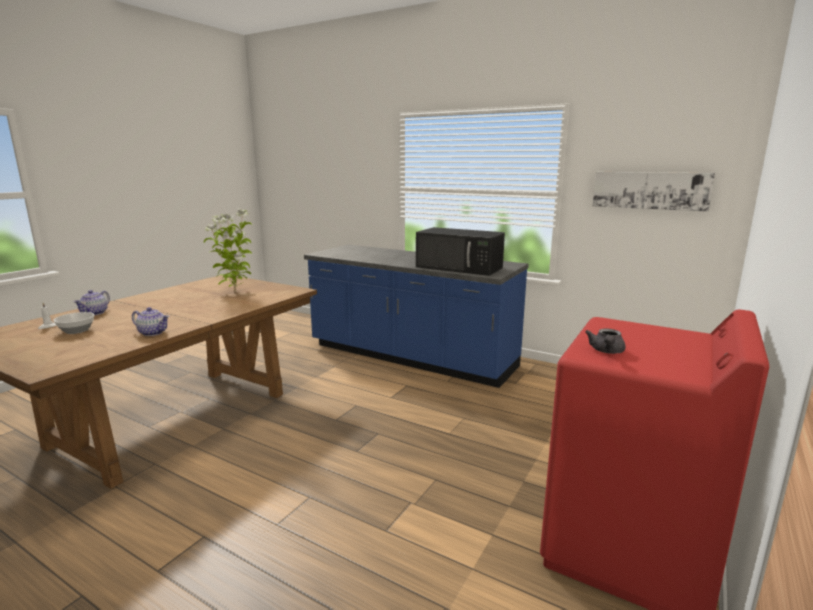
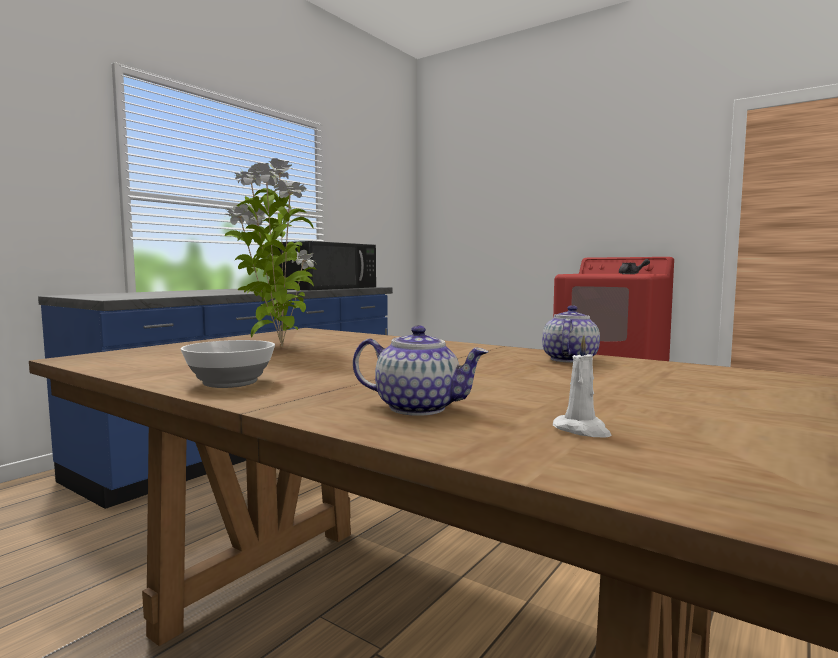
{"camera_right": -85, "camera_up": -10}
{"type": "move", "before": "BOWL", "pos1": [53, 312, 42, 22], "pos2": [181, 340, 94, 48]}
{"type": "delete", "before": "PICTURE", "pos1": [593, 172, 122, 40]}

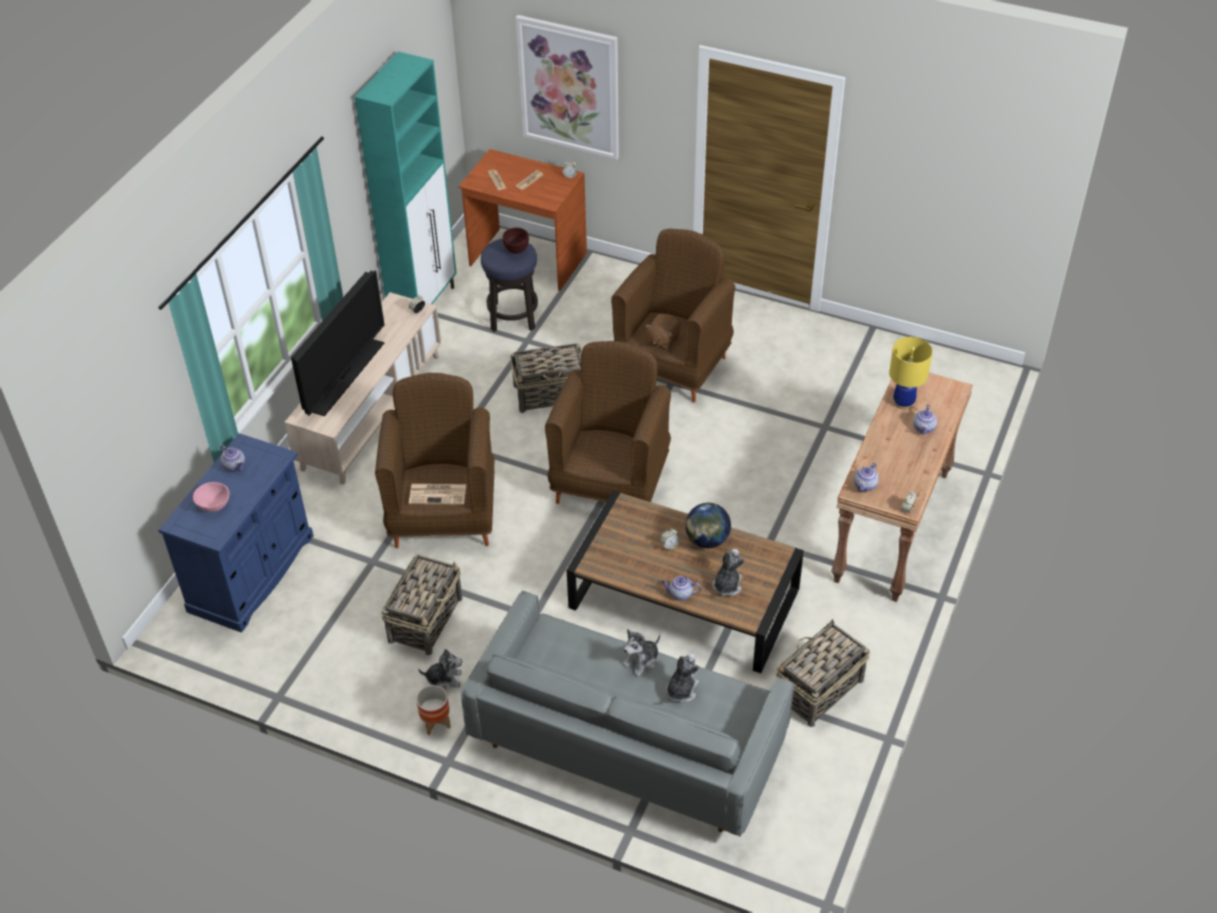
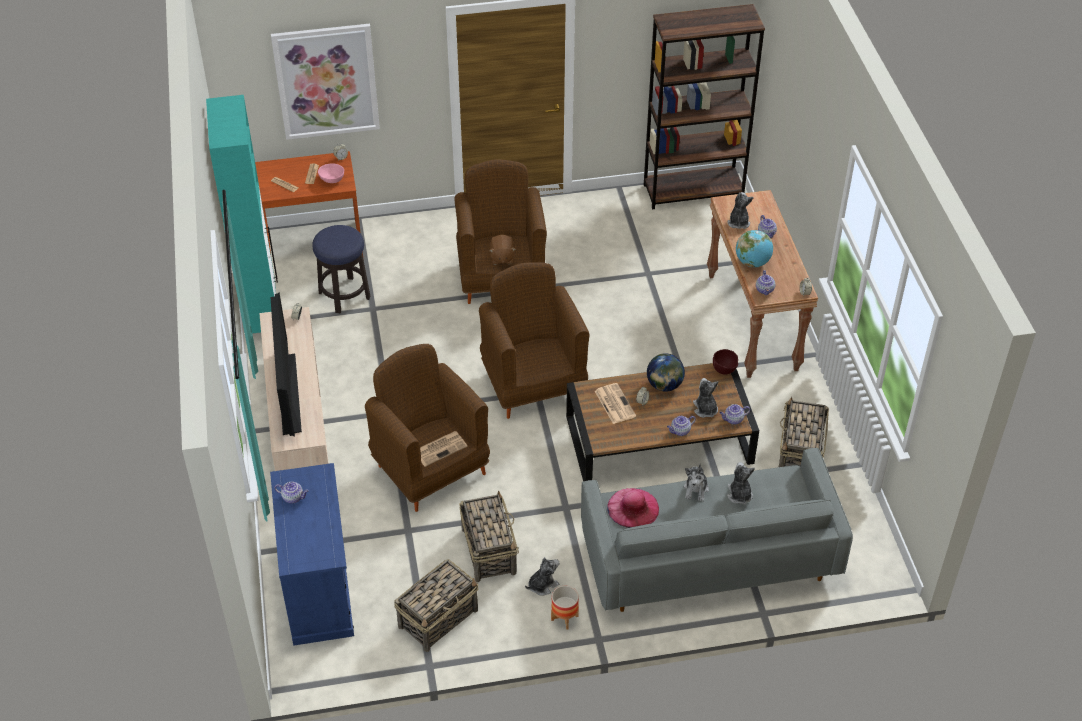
{"camera_right": -35, "camera_up": 0}
{"type": "move", "before": "PINK BOWL", "pos1": [193, 482, 36, 30], "pos2": [318, 163, 26, 20]}
{"type": "move", "before": "BROWN BOWL", "pos1": [503, 228, 26, 26], "pos2": [713, 349, 25, 26]}
{"type": "move", "before": "BASKET", "pos1": [510, 343, 72, 70], "pos2": [394, 559, 85, 93]}
{"type": "replace", "before": "YELLOW TABLE LAMP", "after": "PLUSH TOY", "pos1": [889, 337, 44, 73], "pos2": [727, 192, 27, 37]}
{"type": "insert", "after": "NEWSPAPER", "pos2": [595, 383, 41, 41]}
{"type": "insert", "after": "PINK HAT", "pos2": [607, 488, 52, 40]}
{"type": "insert", "after": "BROWN BOOKCASE", "pos2": [644, 4, 121, 205]}
{"type": "insert", "after": "TEAPOT", "pos2": [720, 404, 30, 21]}
{"type": "insert", "after": "GLOBE", "pos2": [736, 230, 37, 37]}

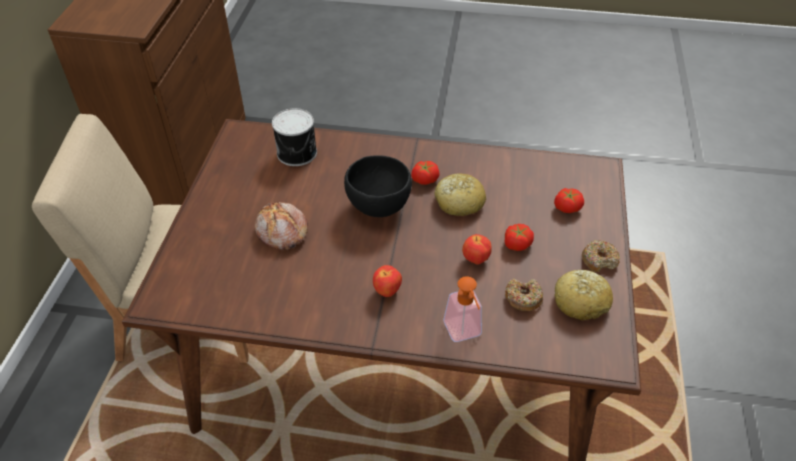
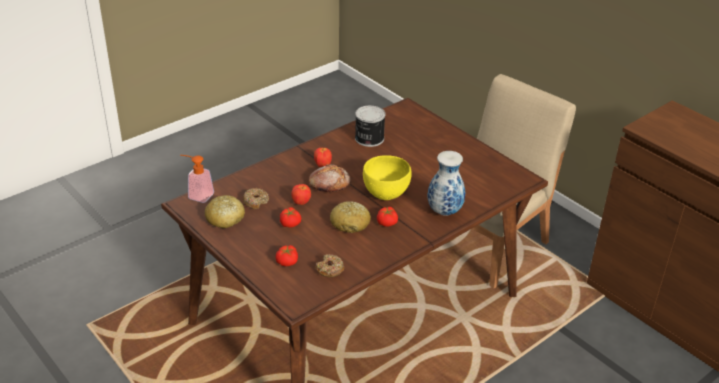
{"camera_right": 130, "camera_up": -10}
{"type": "move", "before": "BREAD", "pos1": [255, 202, 53, 48], "pos2": [309, 165, 42, 27]}
{"type": "move", "before": "CAN", "pos1": [272, 108, 45, 58], "pos2": [355, 106, 30, 41]}
{"type": "recolor", "before": "BLACK BOWL", "after": "YELLOW BOWL", "pos1": [344, 155, 68, 62], "pos2": [363, 155, 49, 45]}
{"type": "move", "before": "SOAP DISPENSER", "pos1": [444, 276, 38, 66], "pos2": [180, 155, 34, 48]}
{"type": "move", "before": "DONUT", "pos1": [581, 240, 39, 32], "pos2": [315, 254, 29, 23]}
{"type": "insert", "after": "VASE", "pos2": [427, 151, 38, 65]}

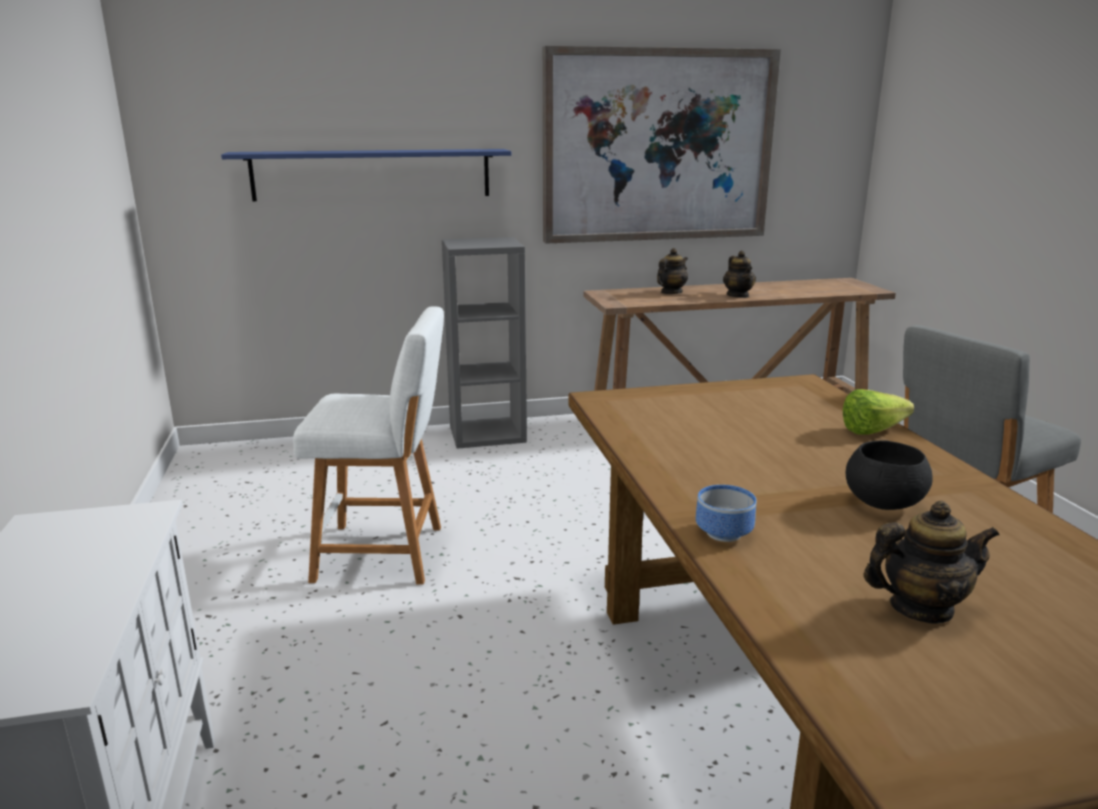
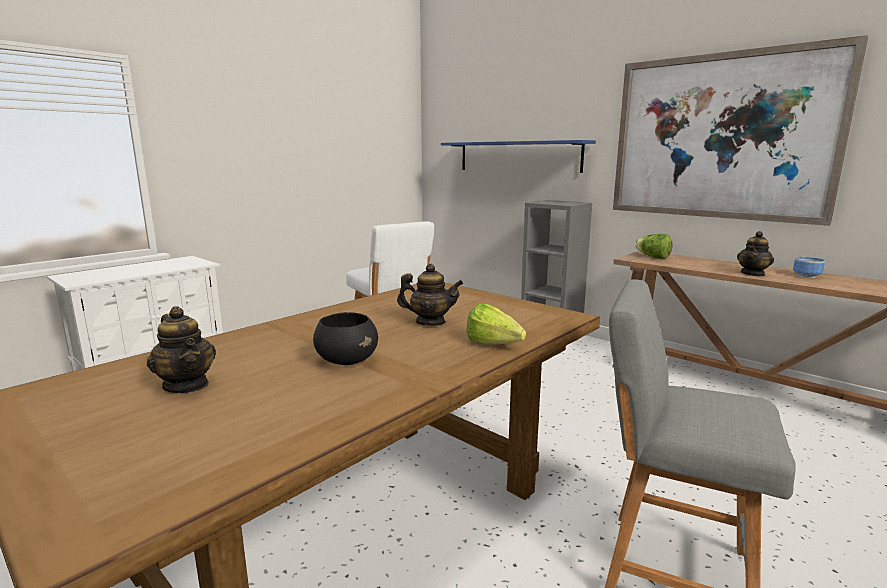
{"camera_right": 55, "camera_up": -5}
{"type": "move", "before": "TEAPOT", "pos1": [657, 248, 31, 46], "pos2": [397, 264, 66, 62]}
{"type": "move", "before": "BOWL", "pos1": [696, 485, 60, 57], "pos2": [793, 257, 32, 21]}
{"type": "insert", "after": "LETTUCE", "pos2": [635, 234, 38, 25]}

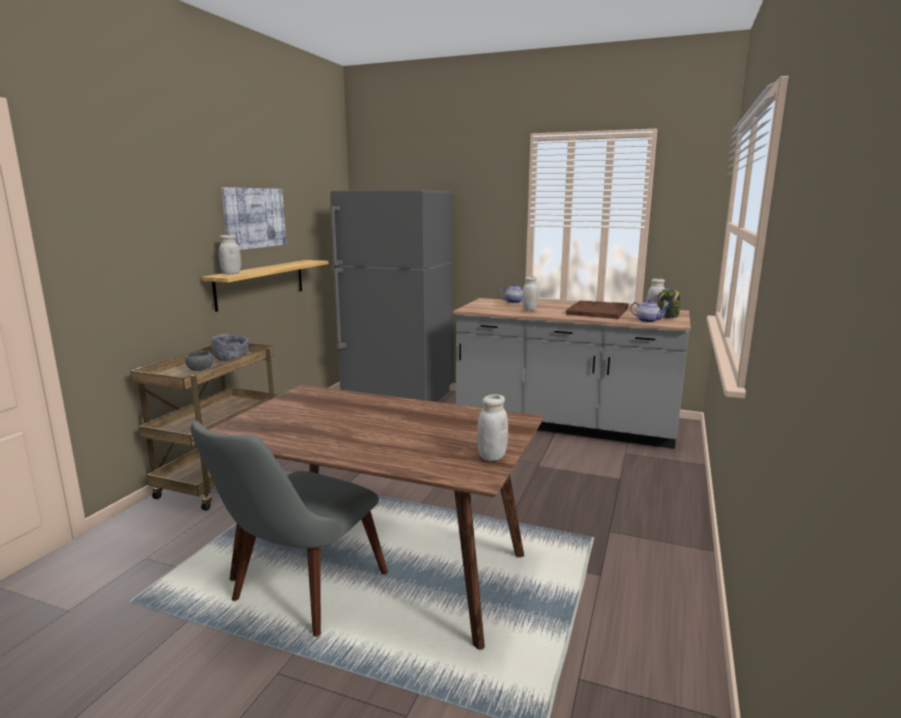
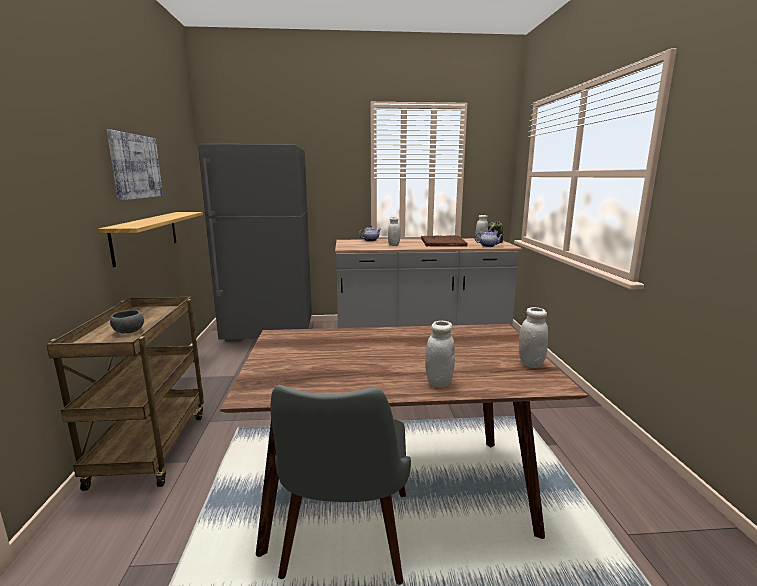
{"camera_right": -25, "camera_up": 0}
{"type": "delete", "before": "GREY BOWL", "pos1": [211, 334, 38, 27]}
{"type": "move", "before": "WHITE JAR", "pos1": [219, 235, 22, 39], "pos2": [425, 321, 30, 67]}

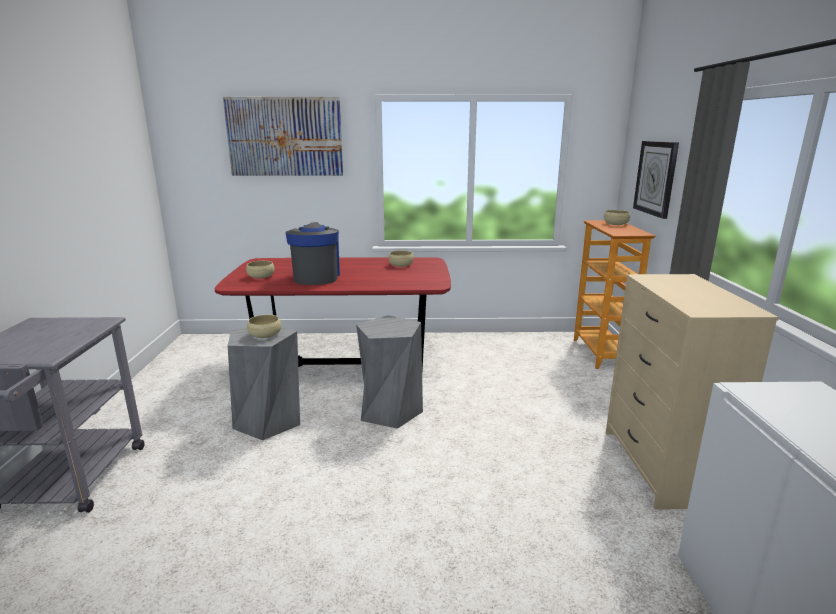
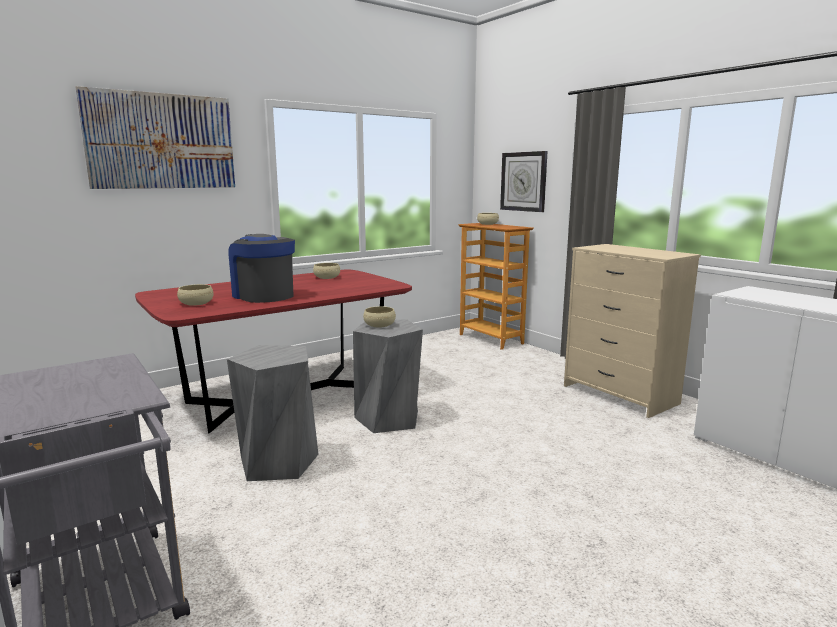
{"camera_right": -35, "camera_up": -5}
{"type": "move", "before": "BEIGE BOWL", "pos1": [247, 315, 34, 23], "pos2": [363, 306, 33, 22]}

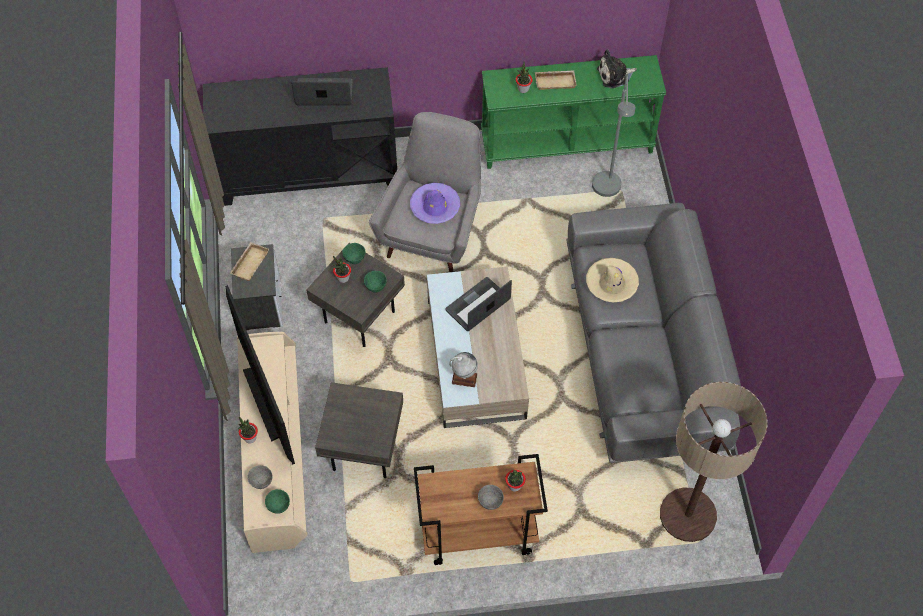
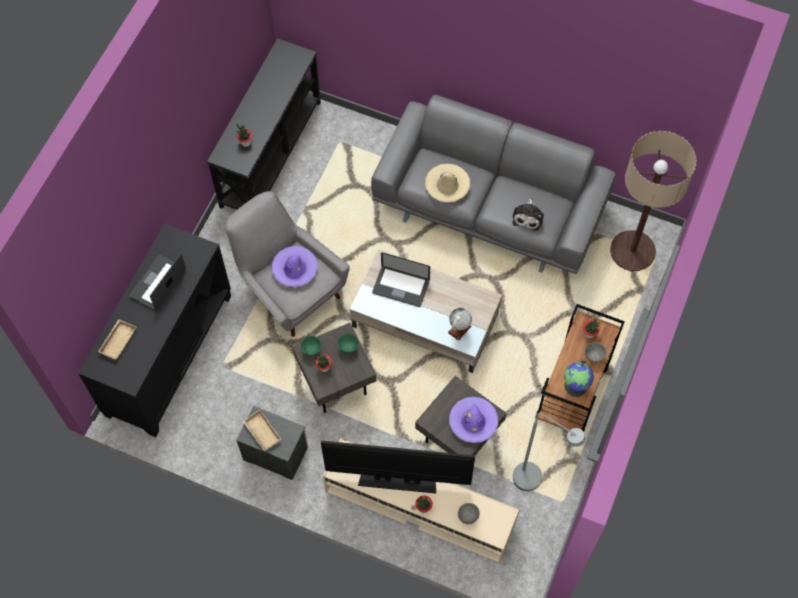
{"camera_right": -60, "camera_up": 5}
{"type": "delete", "before": "GREEN BOWL", "pos1": [265, 489, 25, 25]}
{"type": "rotate", "before": "LAPTOP", "pos1": [445, 277, 67, 54], "pos2": [372, 252, 58, 55], "turn": -60}
{"type": "recolor", "before": "GREEN CONSOLE TABLE", "after": "BLACK CONSOLE TABLE", "pos1": [481, 55, 185, 114], "pos2": [207, 38, 114, 172]}
{"type": "move", "before": "BEIGE TRAY", "pos1": [535, 70, 42, 20], "pos2": [98, 319, 38, 40]}
{"type": "move", "before": "GREY FLOOR LAMP", "pos1": [592, 74, 43, 123], "pos2": [513, 413, 72, 78]}
{"type": "move", "before": "PLUSH TOY", "pos1": [597, 49, 40, 40], "pos2": [512, 198, 32, 33]}
{"type": "insert", "after": "PURPLE HAT", "pos2": [449, 397, 49, 46]}
{"type": "insert", "after": "GLOBE", "pos2": [564, 360, 30, 37]}

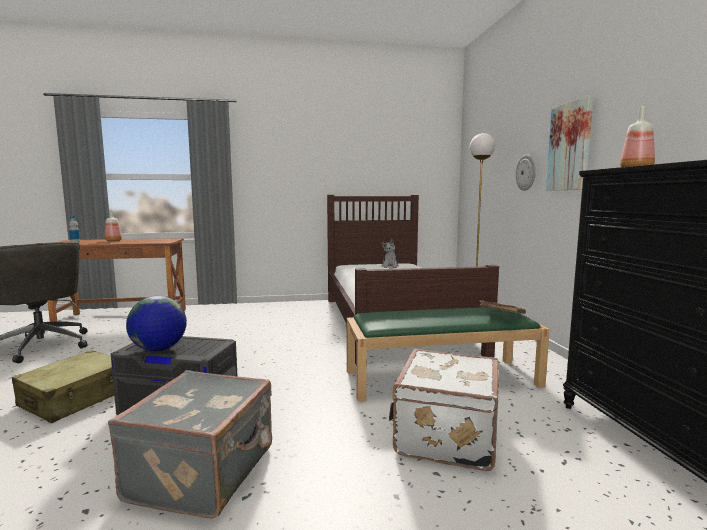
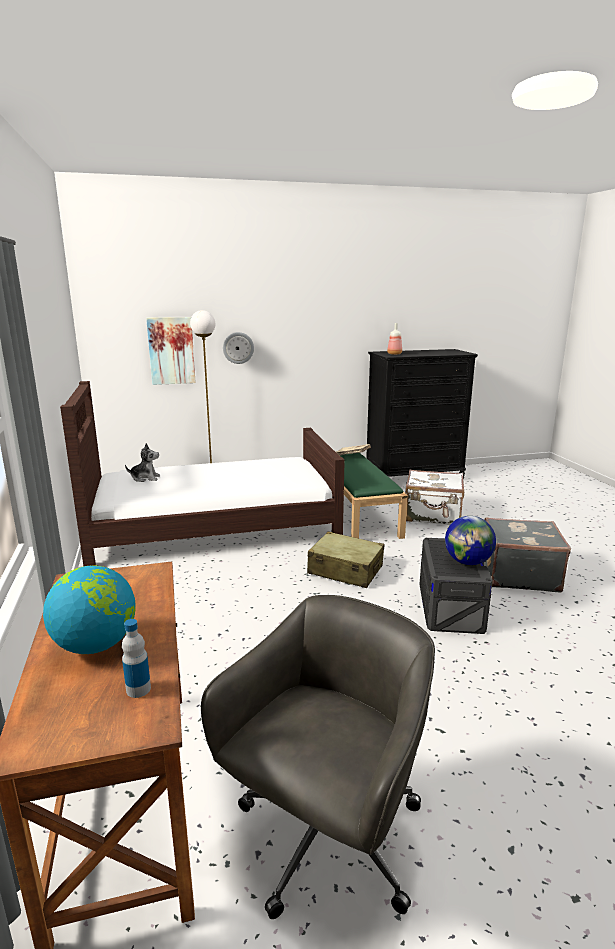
{"camera_right": -95, "camera_up": 10}
{"type": "move", "before": "BEIGE SUITCASE", "pos1": [12, 350, 102, 73], "pos2": [307, 531, 77, 57]}
{"type": "replace", "before": "BOTTLE", "after": "GLOBE", "pos1": [105, 210, 17, 31], "pos2": [43, 565, 93, 89]}
{"type": "move", "before": "PICTURE", "pos1": [546, 96, 47, 95], "pos2": [146, 317, 50, 68]}

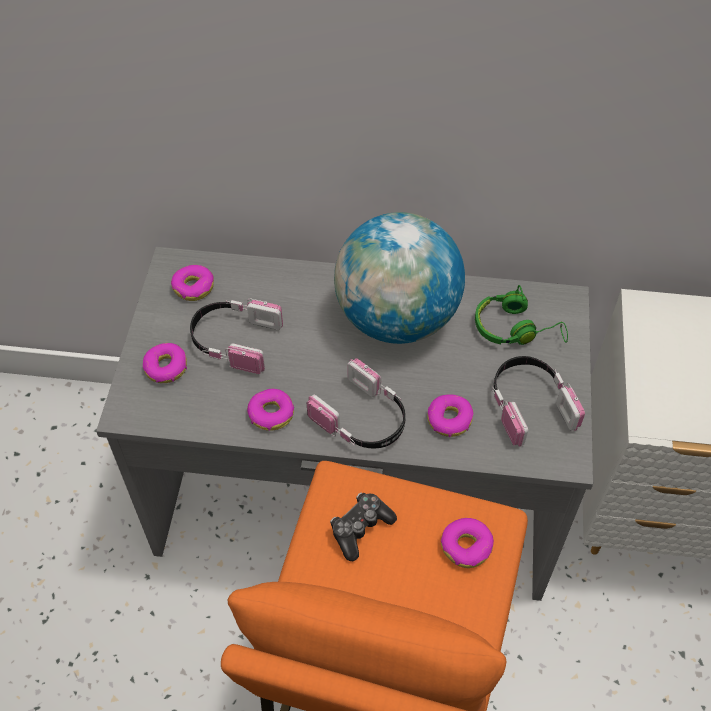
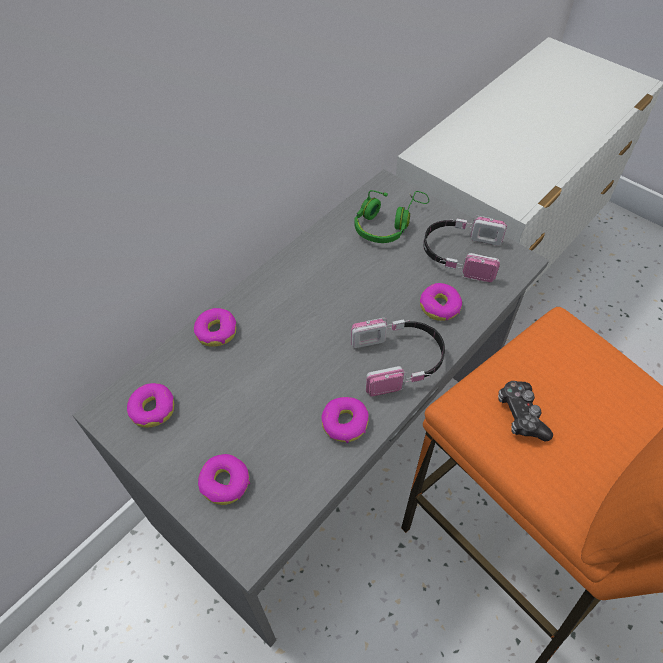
{"camera_right": -55, "camera_up": 0}
{"type": "delete", "before": "HEADPHONES", "pos1": [190, 299, 93, 75]}
{"type": "delete", "before": "GLOBE", "pos1": [334, 212, 131, 132]}
{"type": "move", "before": "DONUT", "pos1": [441, 518, 53, 50], "pos2": [194, 308, 42, 39]}

